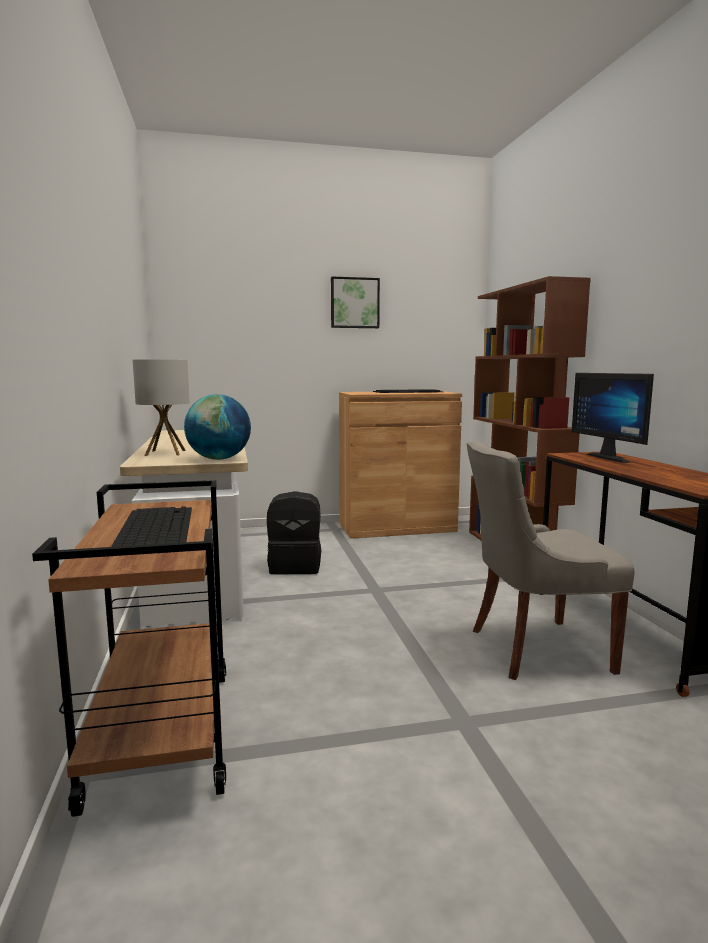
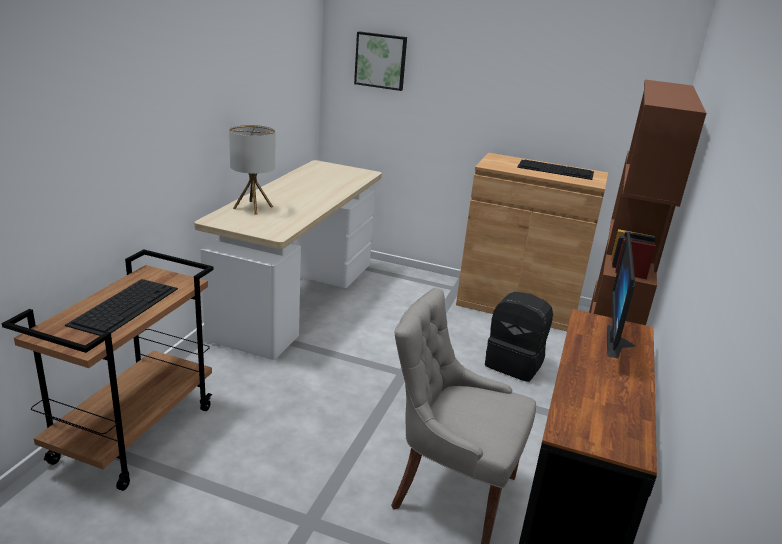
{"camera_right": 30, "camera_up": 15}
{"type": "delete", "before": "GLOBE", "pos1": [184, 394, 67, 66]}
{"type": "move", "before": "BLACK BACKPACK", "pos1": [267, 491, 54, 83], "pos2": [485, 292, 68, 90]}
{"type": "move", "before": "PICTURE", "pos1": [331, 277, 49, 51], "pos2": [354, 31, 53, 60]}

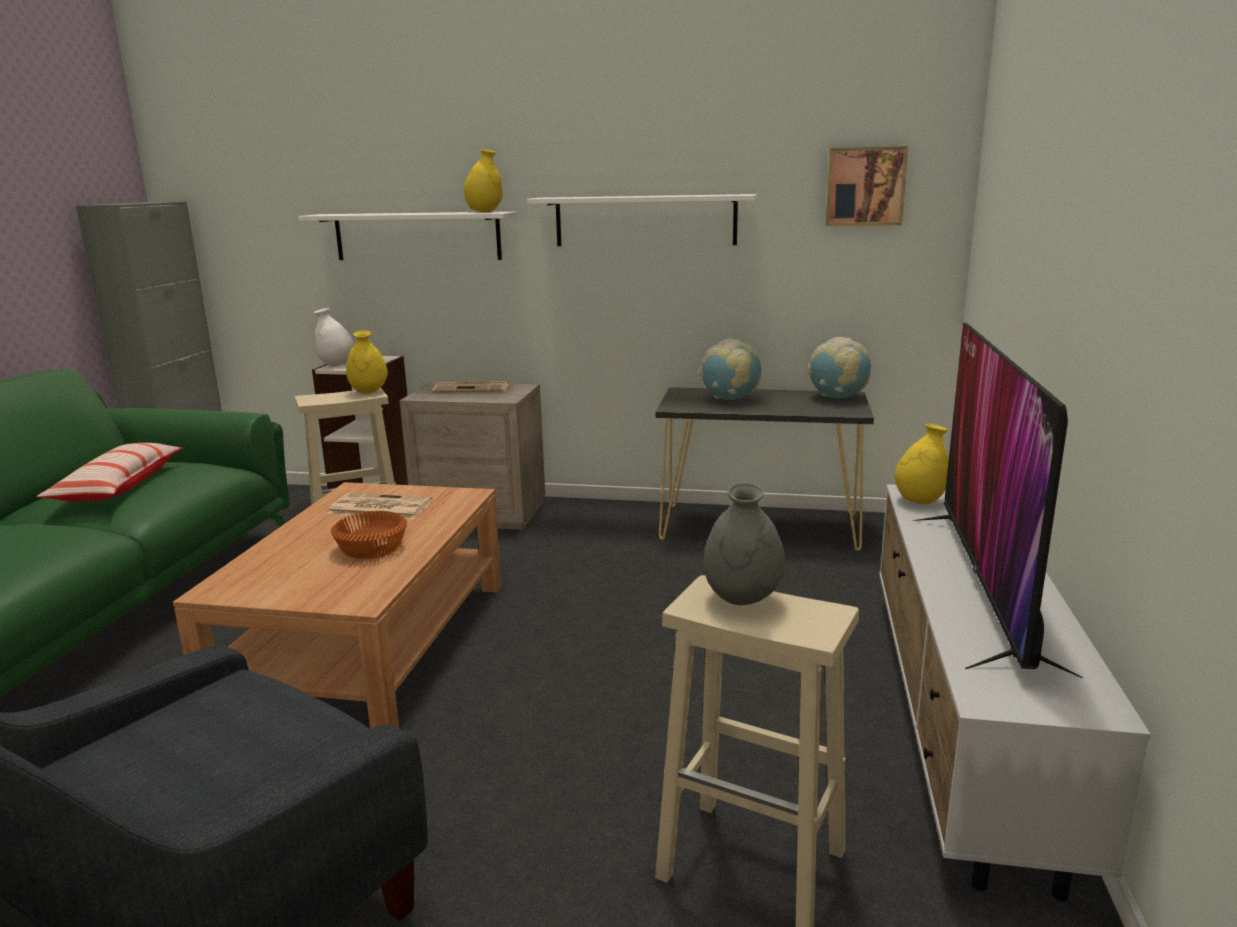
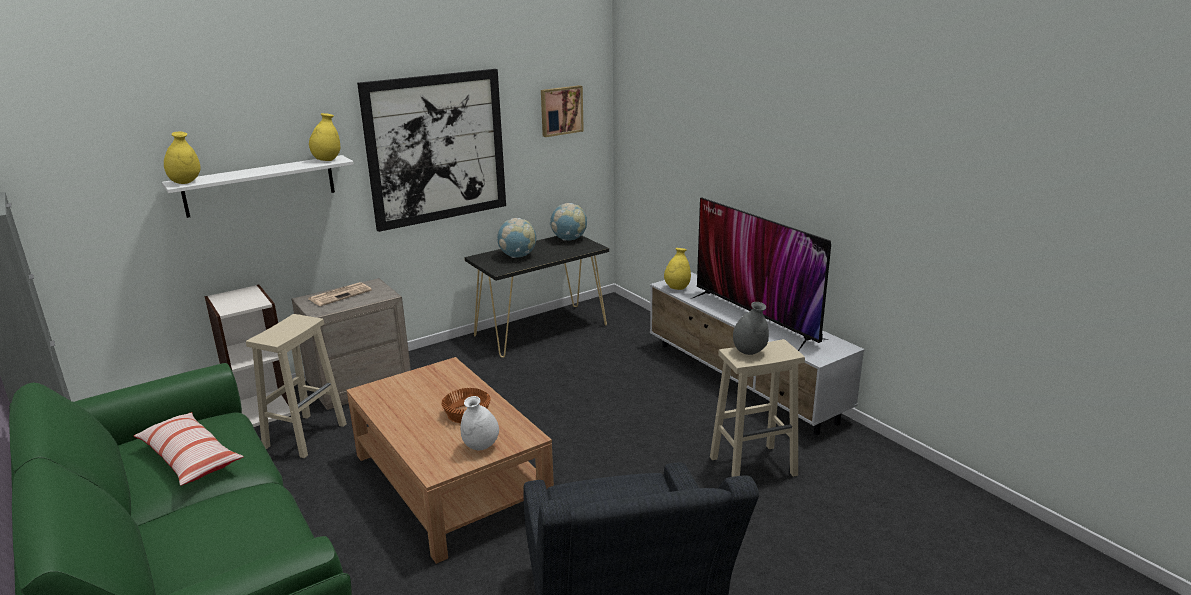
{"camera_right": -45, "camera_up": 5}
{"type": "move", "before": "WHITE VASE", "pos1": [314, 308, 40, 59], "pos2": [460, 396, 39, 54]}
{"type": "delete", "before": "NEWSPAPER", "pos1": [327, 493, 106, 26]}
{"type": "move", "before": "YELLOW VASE", "pos1": [346, 330, 42, 64], "pos2": [164, 132, 37, 52]}
{"type": "replace", "before": "WHITE SHELF", "after": "PICTURE", "pos1": [527, 194, 230, 52], "pos2": [357, 69, 149, 163]}

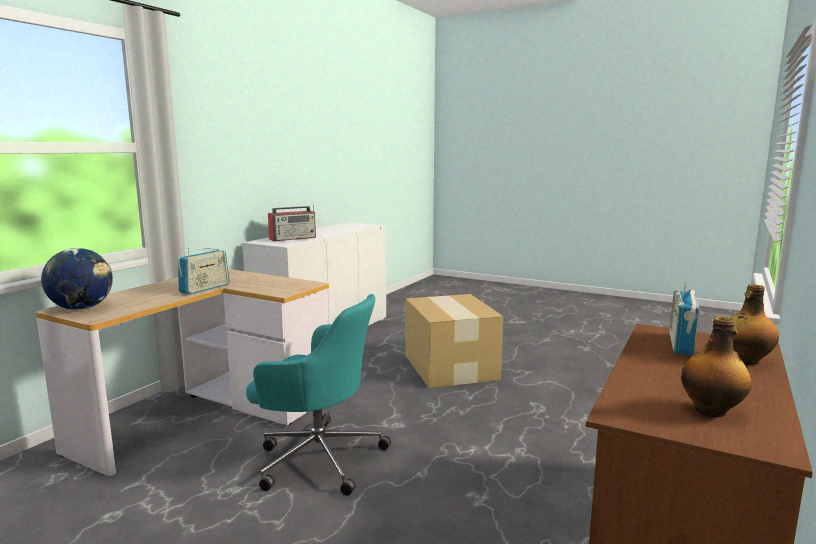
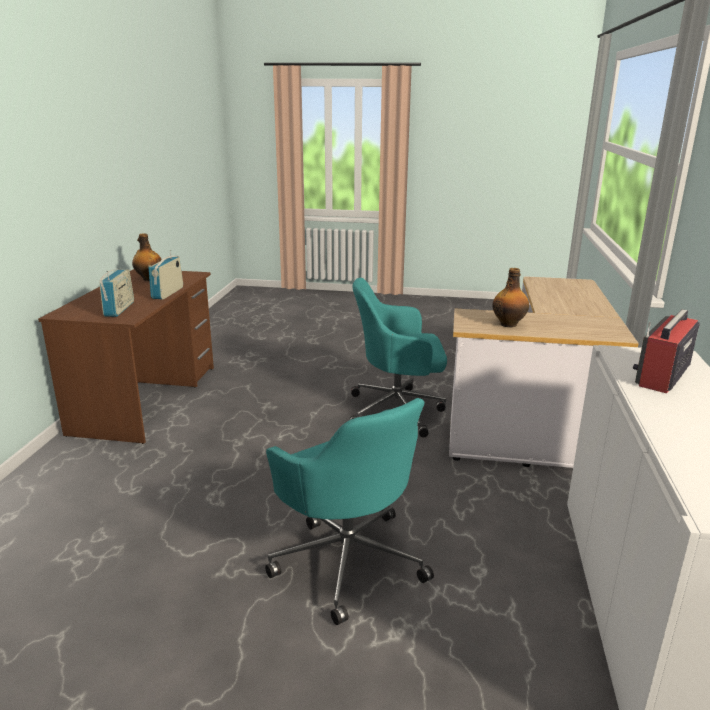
{"camera_right": 160, "camera_up": 10}
{"type": "delete", "before": "GLOBE", "pos1": [41, 248, 72, 62]}
{"type": "move", "before": "RADIO", "pos1": [178, 247, 52, 47], "pos2": [149, 250, 34, 50]}
{"type": "replace", "before": "CARDBOARD BOX", "after": "TURQUOISE OFFICE CHAIR", "pos1": [405, 294, 98, 94], "pos2": [265, 398, 169, 227]}
{"type": "move", "before": "BOTTLE", "pos1": [730, 284, 49, 81], "pos2": [492, 268, 37, 59]}

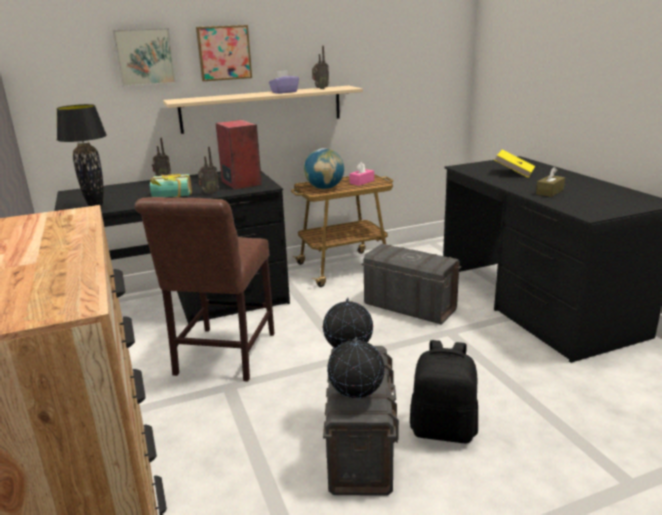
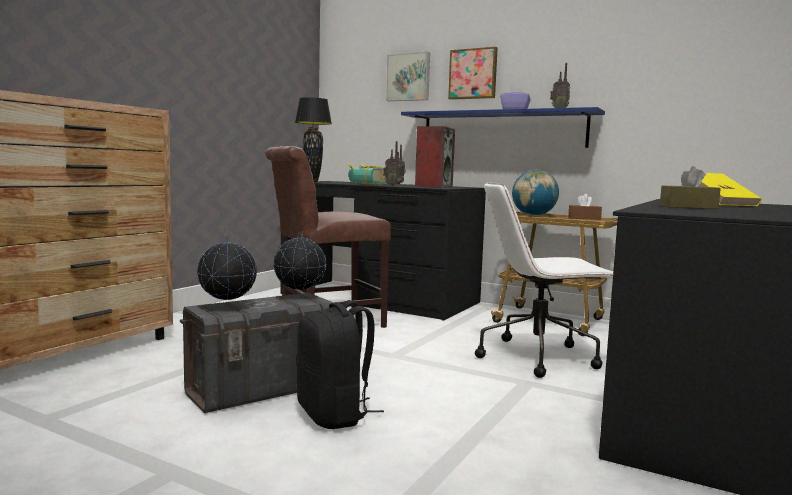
{"camera_right": 50, "camera_up": -15}
{"type": "recolor", "before": "BEIGE SHELF", "after": "BLUE SHELF", "pos1": [163, 86, 200, 48], "pos2": [401, 107, 204, 41]}
{"type": "recolor", "before": "PINK TISSUE BOX", "after": "BROWN TISSUE BOX", "pos1": [349, 162, 25, 24], "pos2": [568, 194, 34, 26]}
{"type": "replace", "before": "GREY STORAGE BOX", "after": "WHITE OFFICE CHAIR", "pos1": [361, 244, 100, 81], "pos2": [475, 182, 138, 196]}

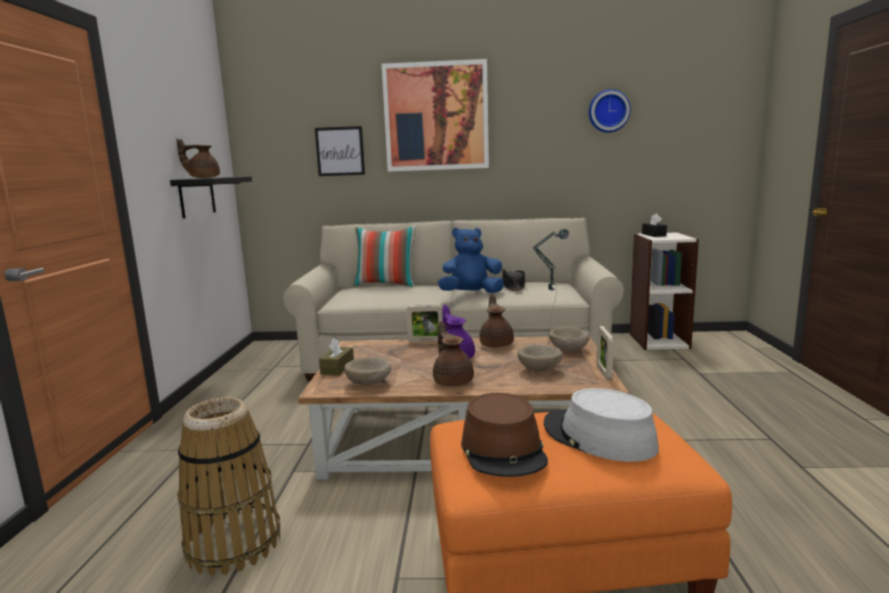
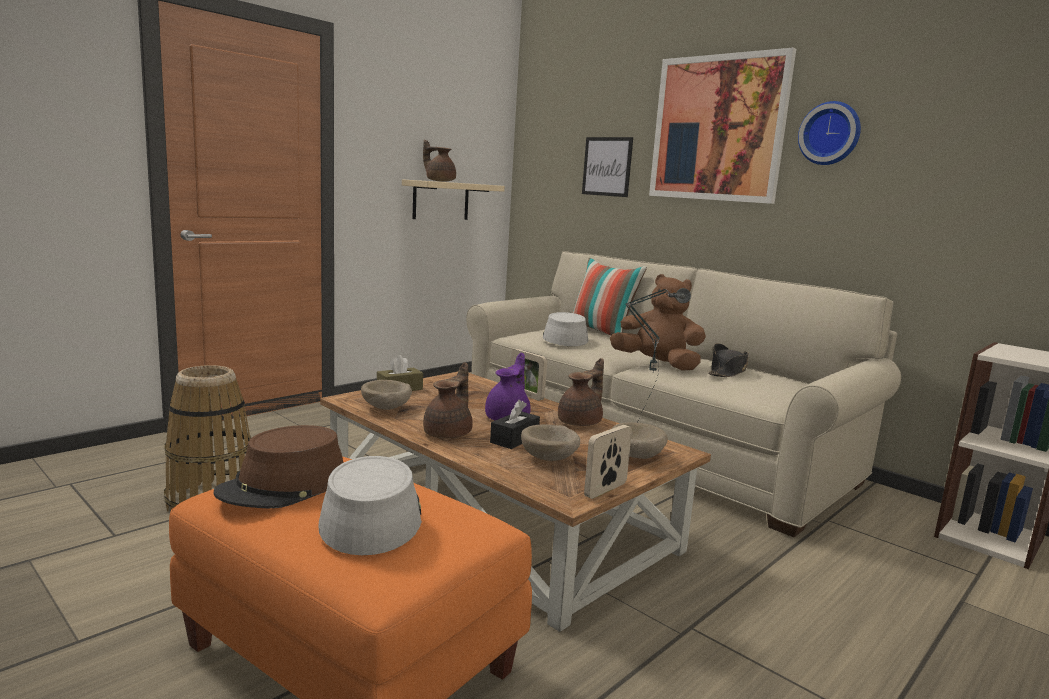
{"camera_right": 40, "camera_up": 0}
{"type": "recolor", "before": "BLACK SHELF", "after": "BEIGE SHELF", "pos1": [170, 176, 82, 42], "pos2": [402, 179, 103, 41]}
{"type": "recolor", "before": "BLUE PLUSH TOY", "after": "BROWN PLUSH TOY", "pos1": [438, 228, 66, 65], "pos2": [610, 274, 96, 97]}
{"type": "move", "before": "WALL CLOCK", "pos1": [589, 89, 42, 44], "pos2": [798, 101, 63, 64]}
{"type": "move", "before": "BLACK TISSUE BOX", "pos1": [642, 214, 25, 23], "pos2": [490, 400, 50, 49]}
{"type": "insert", "after": "GREY HAT", "pos2": [543, 312, 45, 34]}

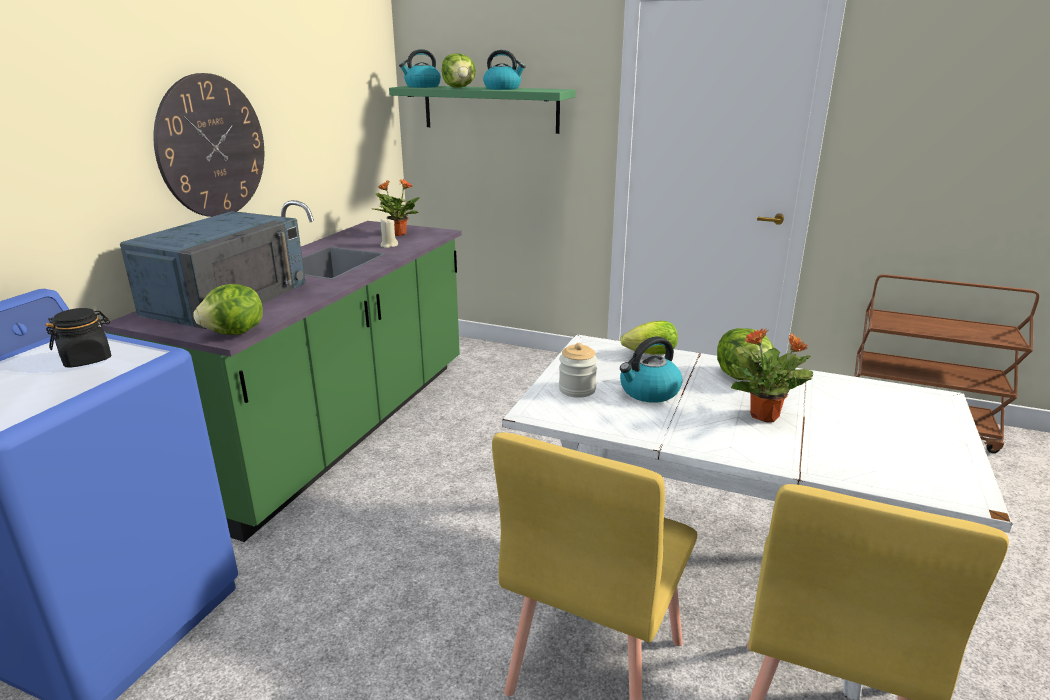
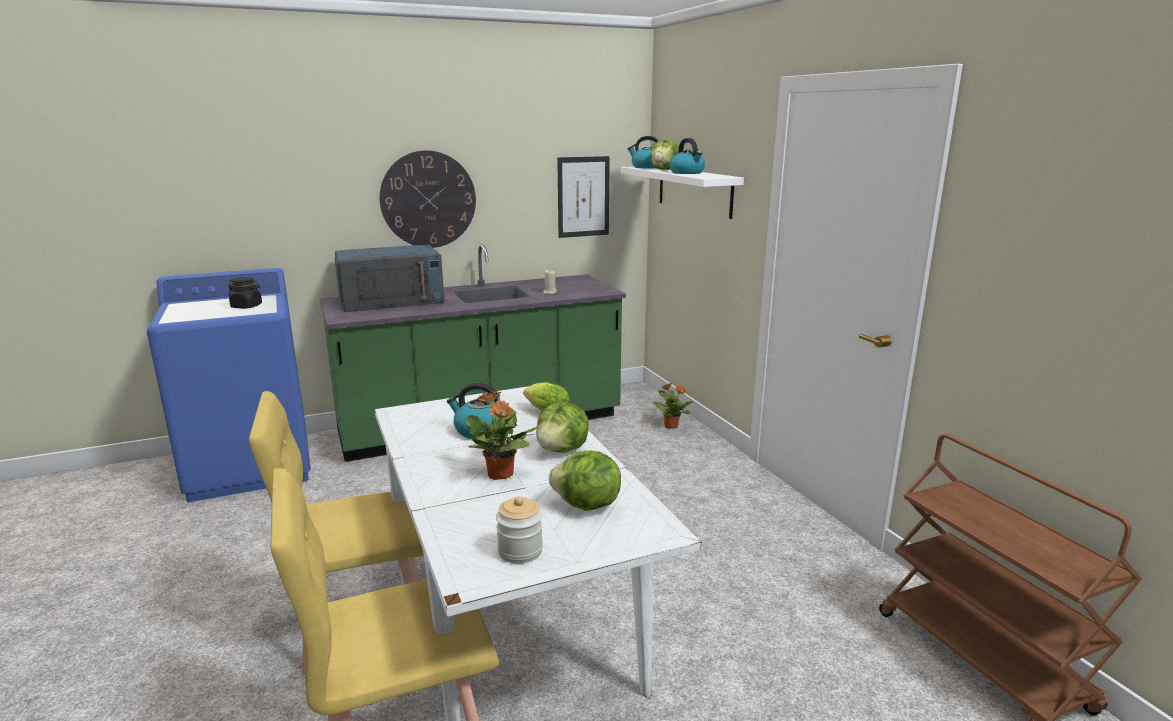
{"camera_right": 45, "camera_up": -5}
{"type": "move", "before": "LETTUCE", "pos1": [194, 284, 69, 51], "pos2": [549, 450, 72, 61]}
{"type": "move", "before": "POTTED PLANT", "pos1": [373, 179, 47, 57], "pos2": [652, 383, 41, 46]}
{"type": "recolor", "before": "GREEN SHELF", "after": "WHITE SHELF", "pos1": [389, 86, 186, 48], "pos2": [621, 167, 123, 52]}
{"type": "move", "before": "JAR", "pos1": [559, 343, 39, 55], "pos2": [496, 496, 47, 67]}
{"type": "insert", "after": "PICTURE", "pos2": [557, 156, 53, 82]}

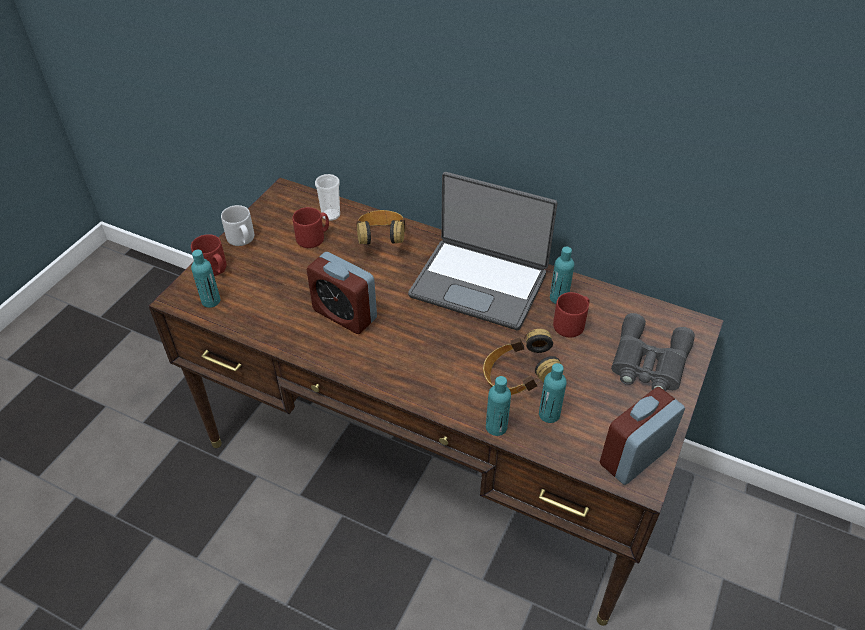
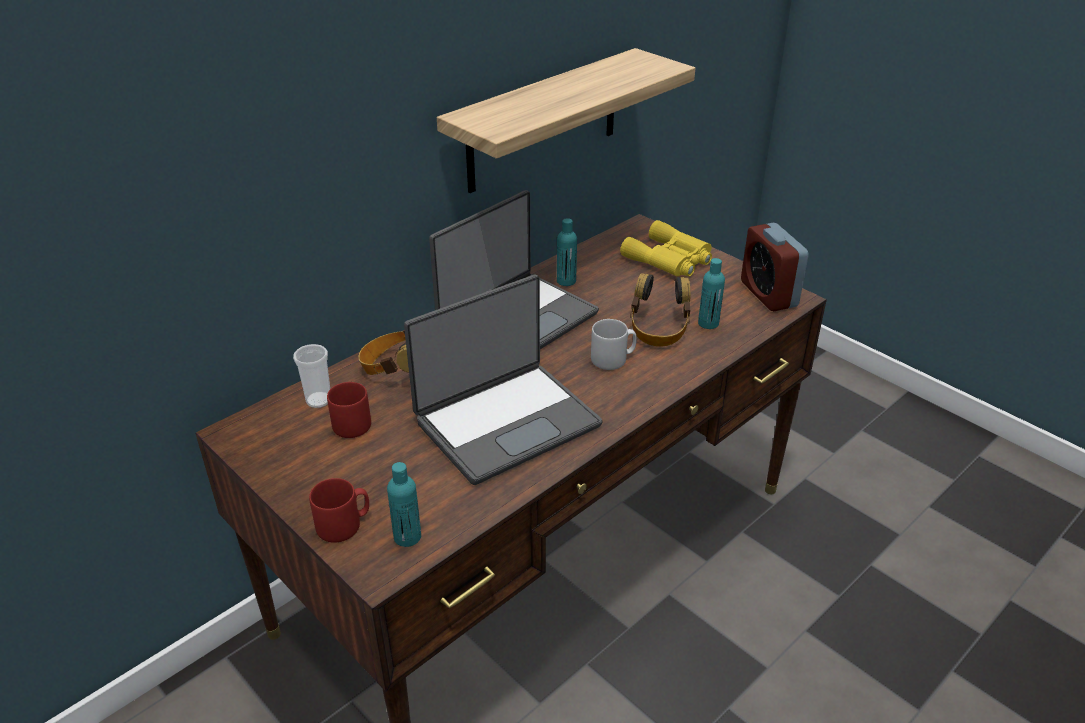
{"camera_right": -70, "camera_up": -10}
{"type": "move", "before": "GREY MUG", "pos1": [221, 205, 33, 41], "pos2": [591, 319, 46, 51]}
{"type": "replace", "before": "ALARM CLOCK", "after": "LAPTOP", "pos1": [306, 252, 71, 82], "pos2": [404, 275, 198, 210]}
{"type": "delete", "before": "TURQUOISE BOTTLE", "pos1": [486, 376, 25, 60]}
{"type": "delete", "before": "RED MUG", "pos1": [553, 292, 36, 46]}
{"type": "recolor", "before": "GREY BINOCULARS", "after": "YELLOW BINOCULARS", "pos1": [611, 313, 84, 78], "pos2": [620, 220, 92, 56]}
{"type": "insert", "after": "SHELF", "pos2": [437, 48, 258, 145]}

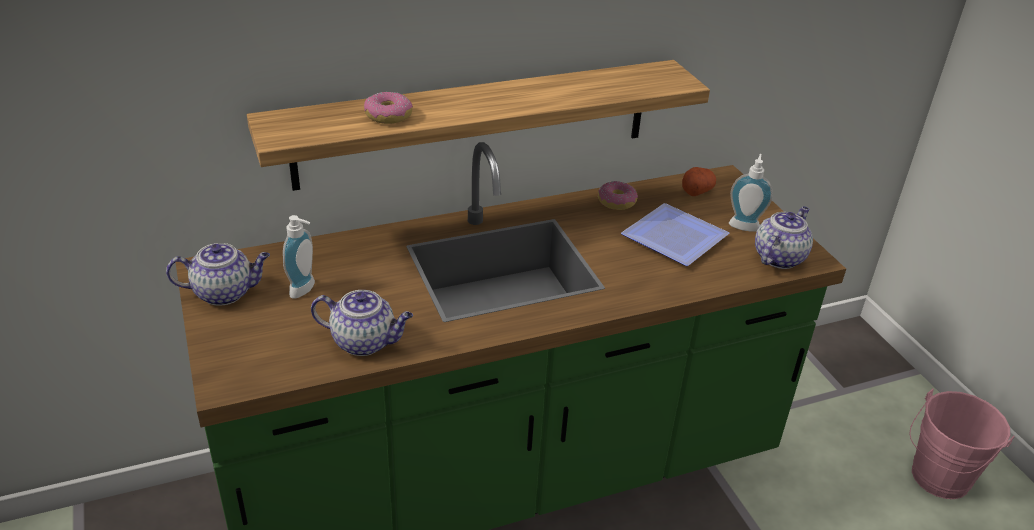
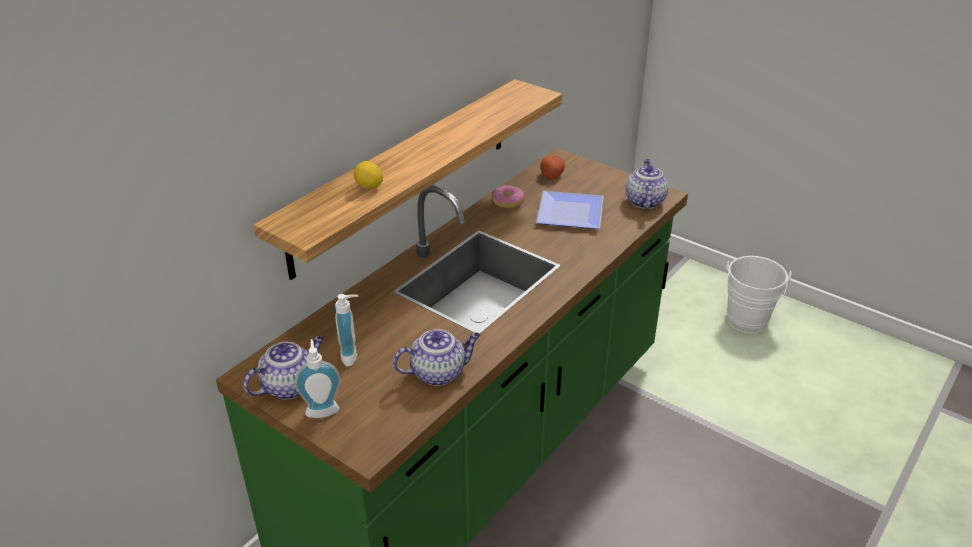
{"camera_right": -30, "camera_up": 0}
{"type": "replace", "before": "DONUT", "after": "LEMON", "pos1": [364, 92, 49, 32], "pos2": [354, 161, 29, 28]}
{"type": "move", "before": "SOAP DISPENSER", "pos1": [729, 154, 44, 77], "pos2": [295, 339, 46, 79]}
{"type": "recolor", "before": "PINK BUCKET", "after": "WHITE BUCKET", "pos1": [909, 388, 106, 111], "pos2": [726, 256, 65, 77]}

